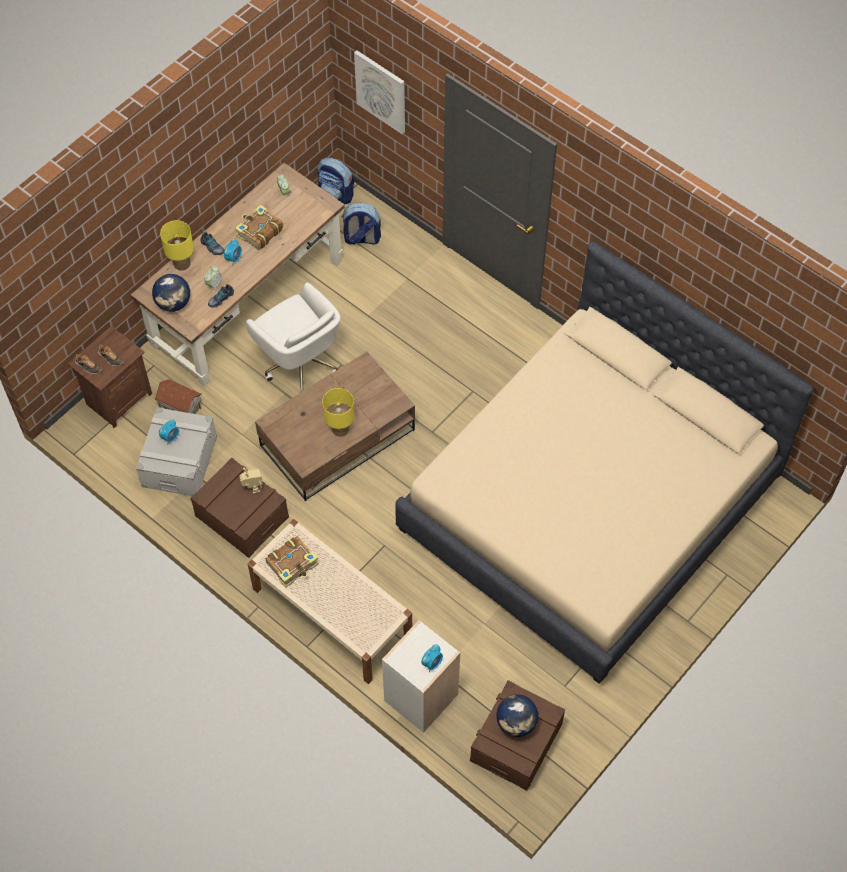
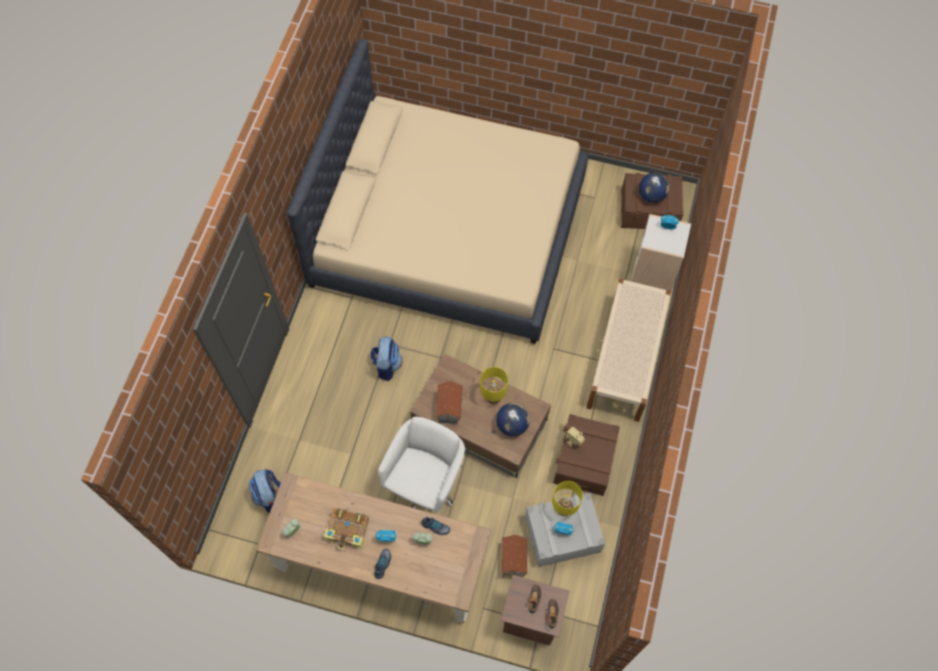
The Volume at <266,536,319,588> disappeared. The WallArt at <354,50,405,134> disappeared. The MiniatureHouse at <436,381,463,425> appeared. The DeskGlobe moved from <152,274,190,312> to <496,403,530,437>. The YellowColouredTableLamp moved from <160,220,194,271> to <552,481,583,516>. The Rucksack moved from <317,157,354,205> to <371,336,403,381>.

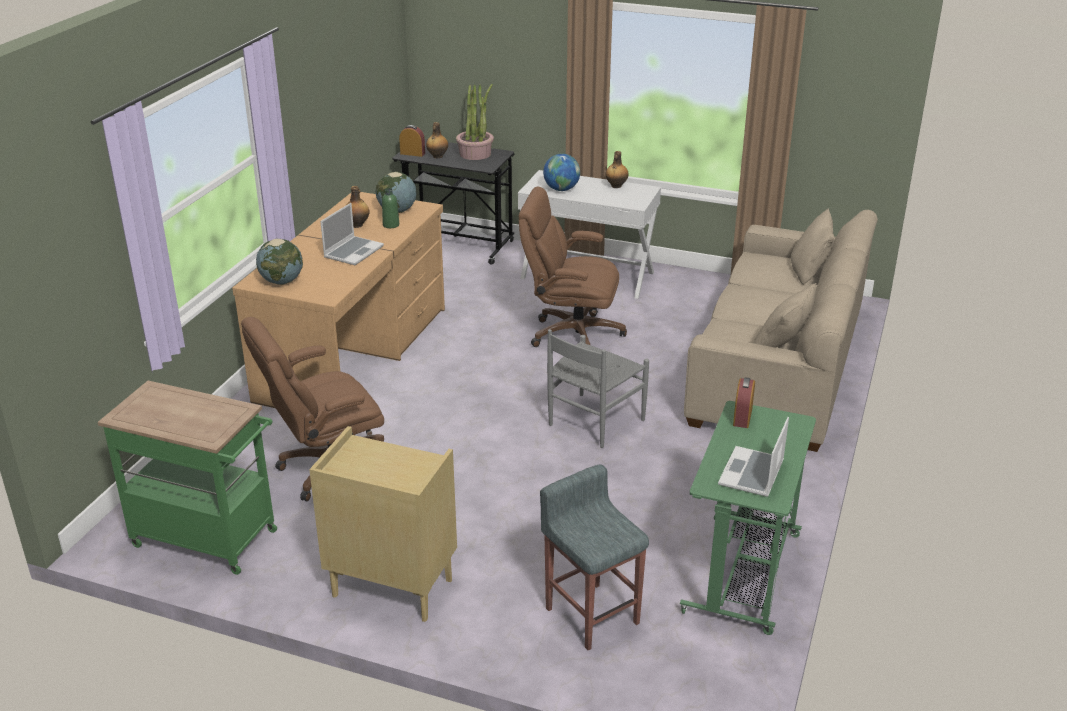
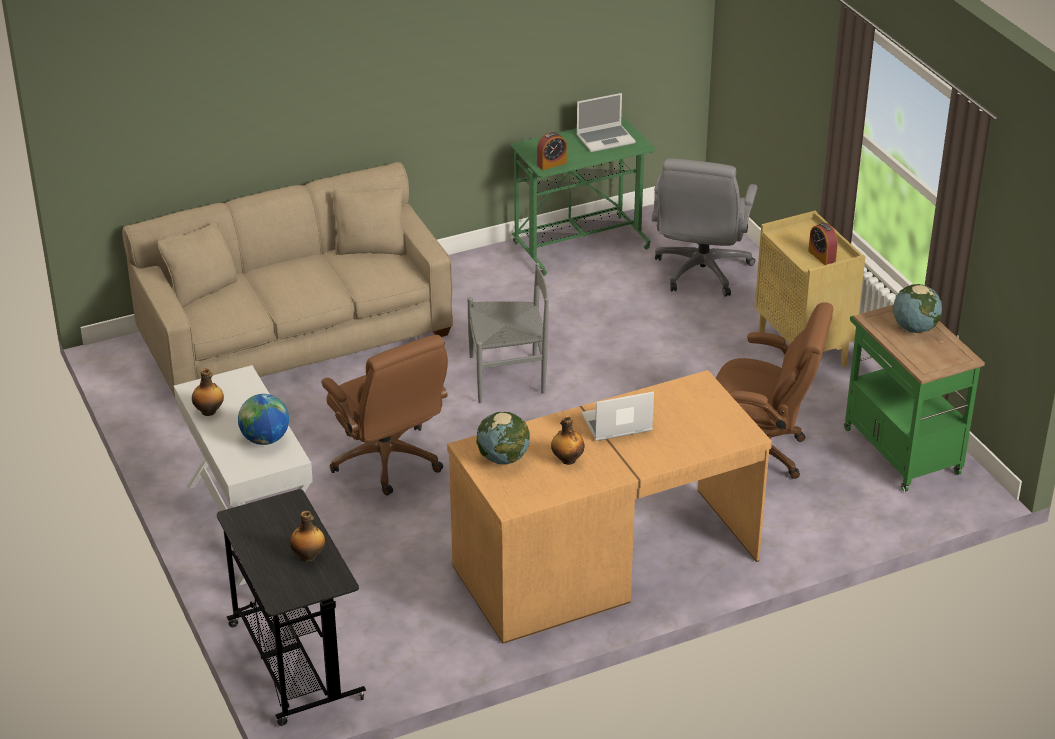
The GreenDrinkBottle at <382,188,399,228> disappeared. The Houseplant at <456,84,494,160> disappeared. The DeskGlobe moved from <256,239,303,285> to <893,284,942,333>. The AlarmClock moved from <399,125,425,157> to <808,222,838,265>. The GrayStoolSeat at <540,465,649,650> was replaced by the GrayOfficeChair at <652,158,758,297>.

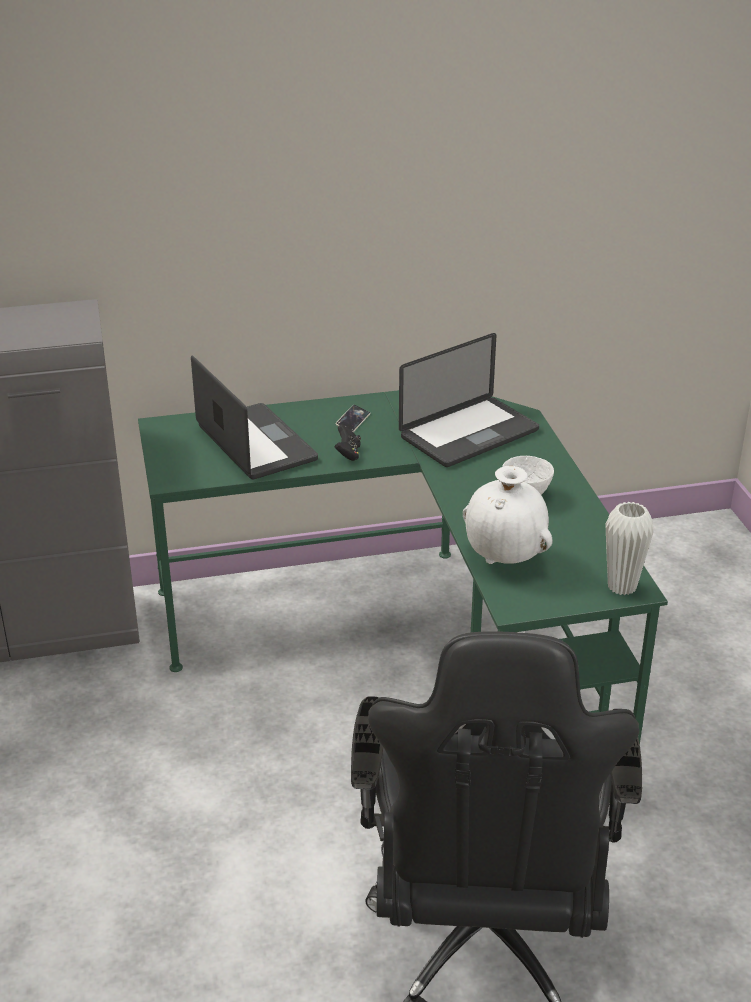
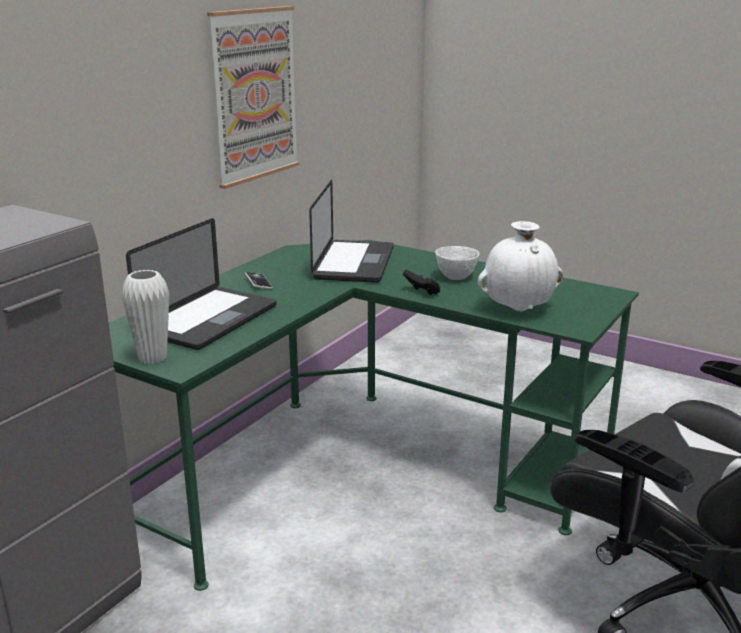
The WallArt at <207,6,299,189> appeared. The BlackJoypad moved from <335,424,361,461> to <403,270,440,295>. The WhiteFlowerVase moved from <605,502,654,595> to <122,270,169,364>. The NotebookComputer at <191,355,318,479> turned 105 degrees clockwise.

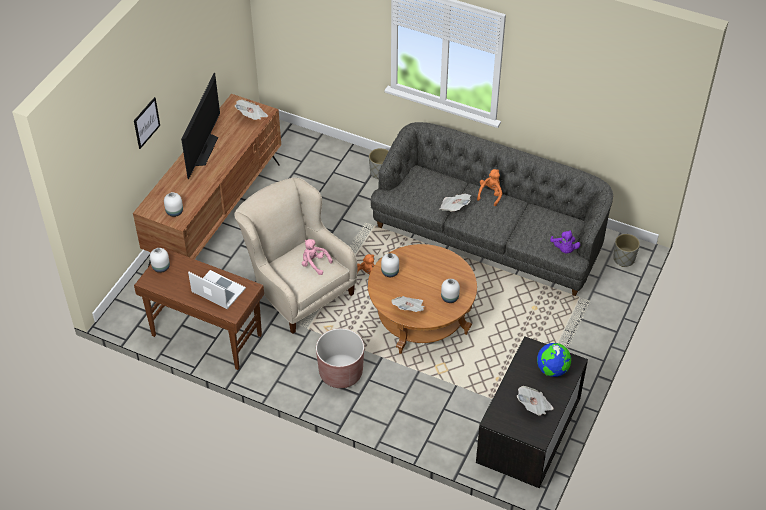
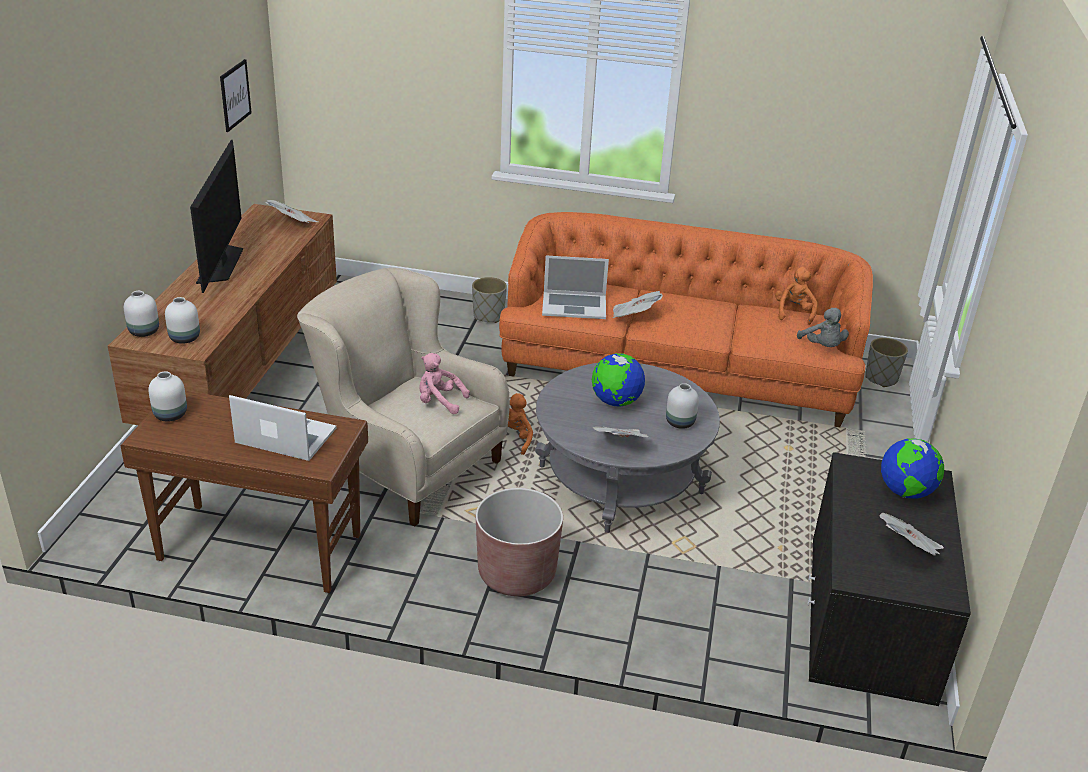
The NotebookComputer at <542,255,609,319> appeared. The DeskGlobe at <592,353,645,406> appeared. The WallArt moved from <134,97,160,149> to <220,59,252,132>. The WhiteFlowerVase moved from <381,253,399,277> to <124,291,159,337>. The OrangeColouredPlushToy moved from <477,169,502,206> to <775,267,818,325>. The BrownLoungeTable at <368,244,477,354> became the GrayLoungeTable at <535,363,720,533>. The GrayCouch at <371,122,613,296> became the OrangeColouredCouch at <499,212,873,427>. The PurpleColouredPlushToy at <550,230,580,253> became the GrayPlushToy at <797,308,849,347>.

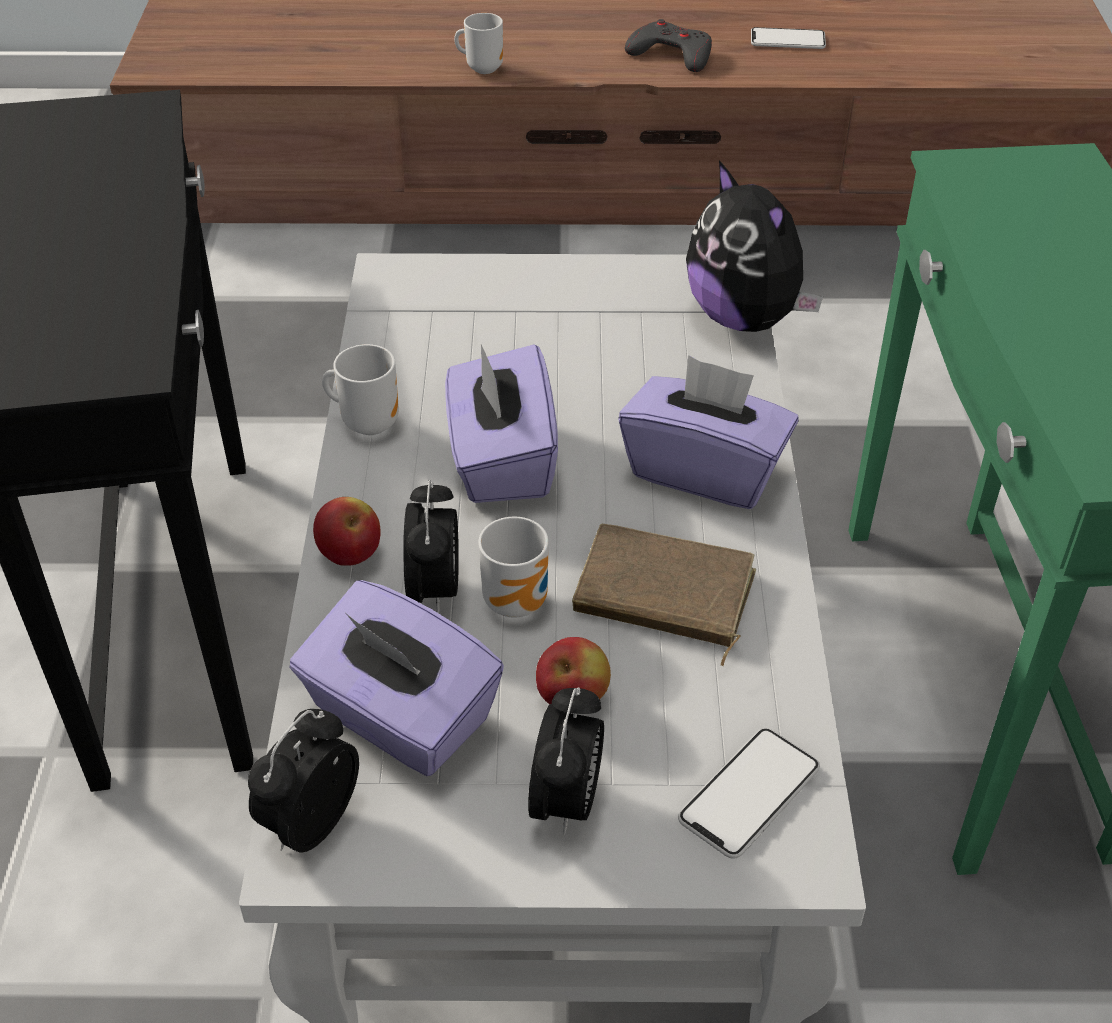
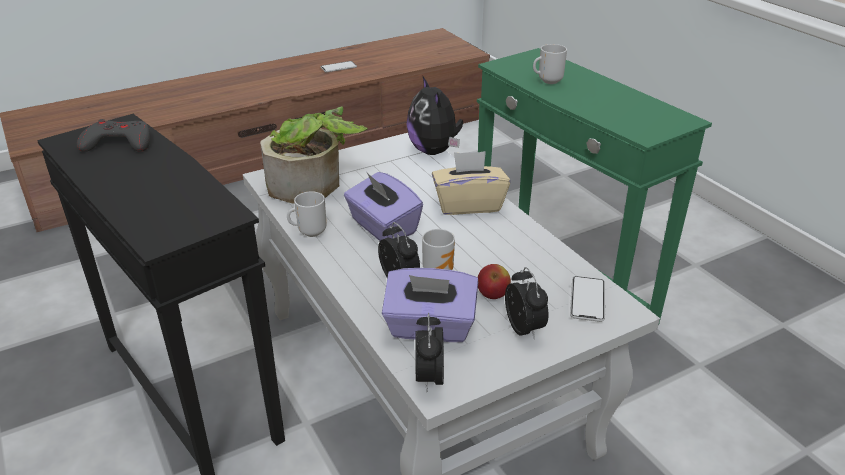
The Apple at <313,497,381,566> disappeared. The BrownVolume at <572,524,756,666> disappeared. The Houseplant at <260,106,368,204> appeared. The CoffeeMug moved from <454,13,503,74> to <533,44,567,84>. The GrayJoypad moved from <625,19,712,72> to <77,119,150,152>. The PurpleColouredTissueHolder at <618,355,799,509> became the BeigeTissueHolder at <432,151,510,215>. The PlushToy at <686,160,823,332> turned 45 degrees clockwise.

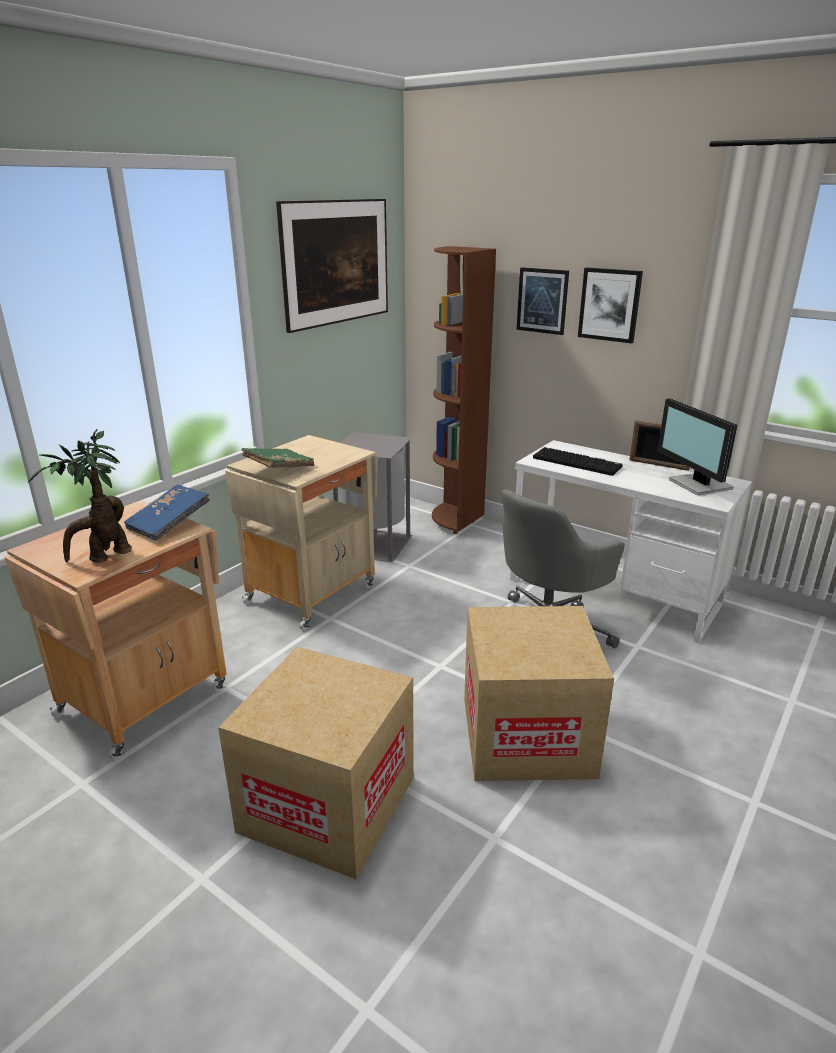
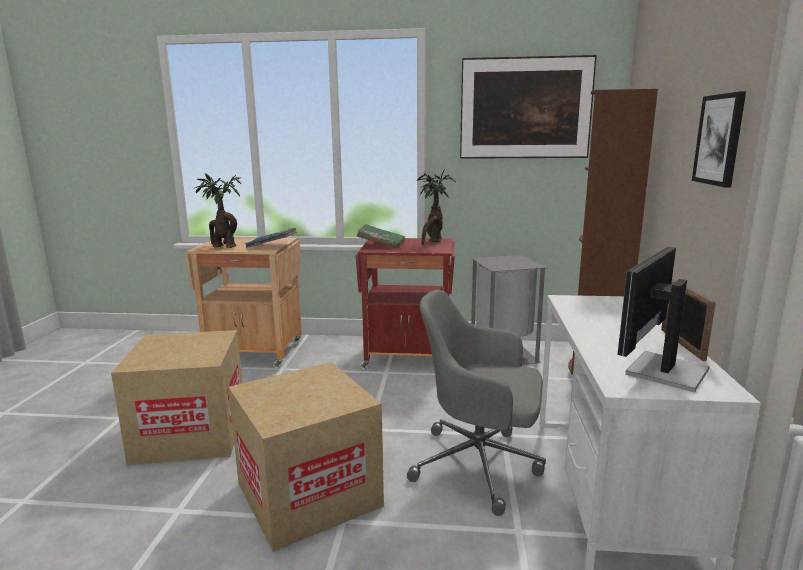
The WallArt at <517,267,569,335> disappeared. The PcKeyboard at <533,447,623,476> disappeared. The Houseplant at <417,169,456,245> appeared. The BeigeWheeledCart at <225,435,378,630> became the RedColouredWheeledCart at <355,238,455,370>.

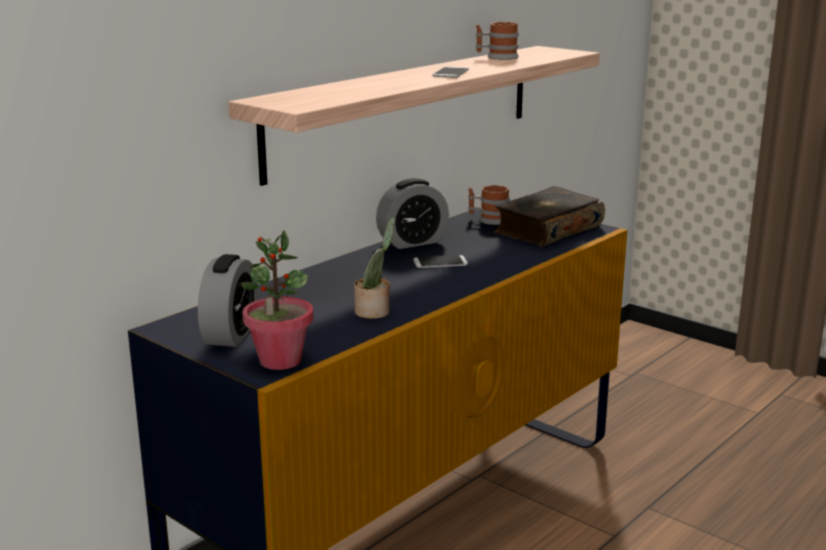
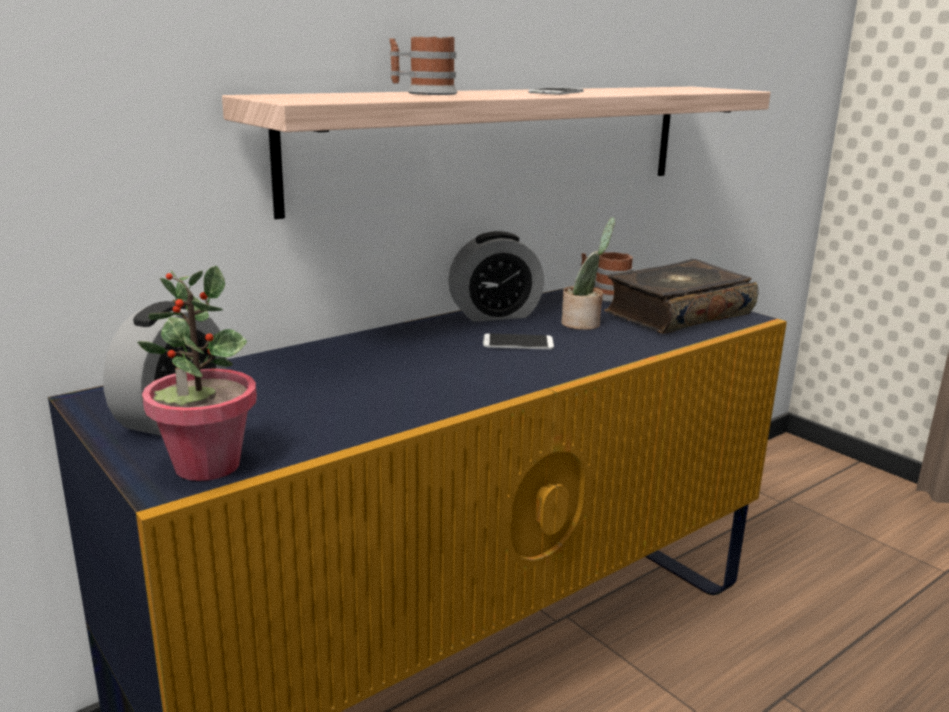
The Houseplant moved from <354,217,395,319> to <561,217,615,330>. The CoffeeMug moved from <476,22,519,60> to <390,37,457,95>.

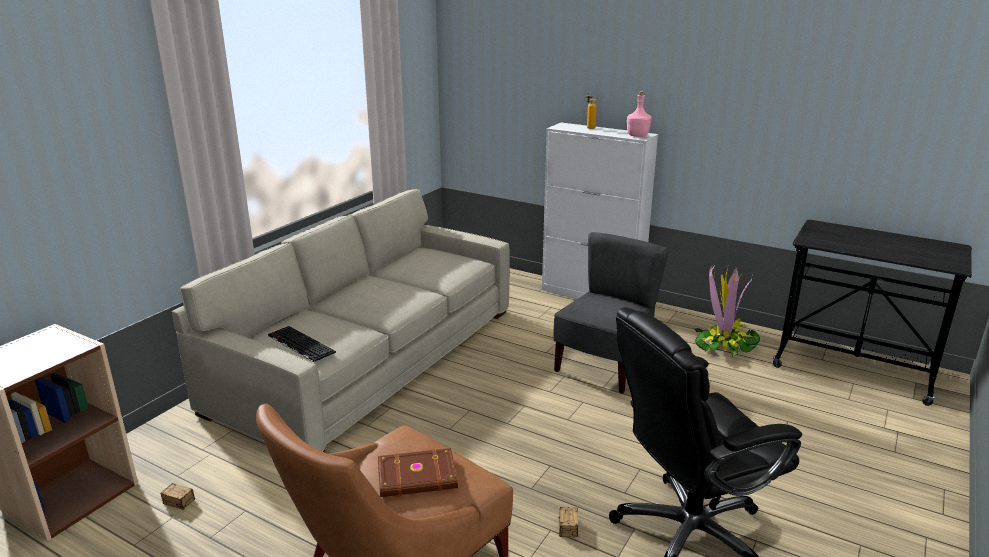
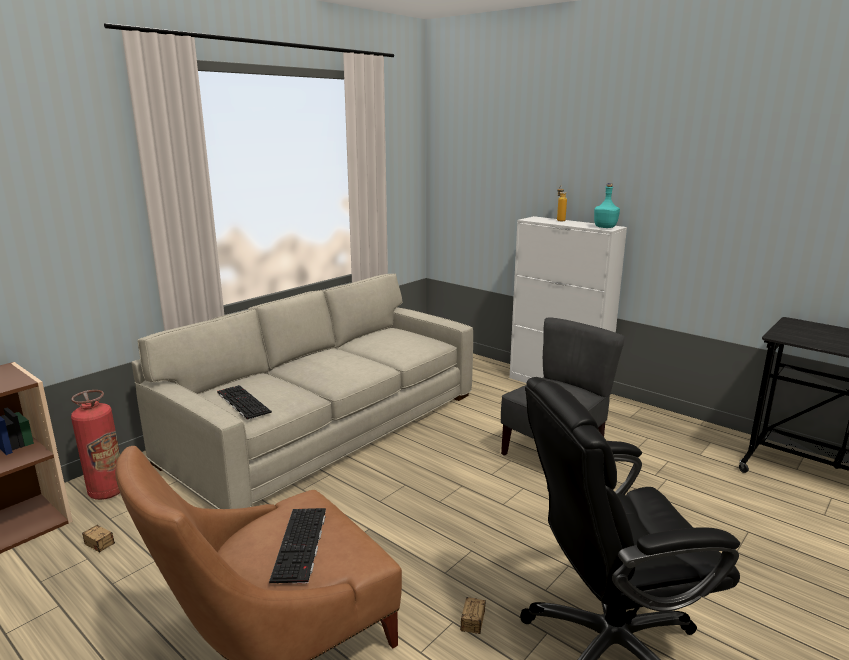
The Houseplant at <695,263,760,357> disappeared. The FireExtinguisher at <71,390,120,500> appeared. The BrownVolume at <378,448,458,497> was replaced by the PcKeyboard at <269,508,326,583>. The PinkishDrinkBottle at <627,91,652,137> became the BlueGreenDrinkBottle at <594,183,620,228>.

